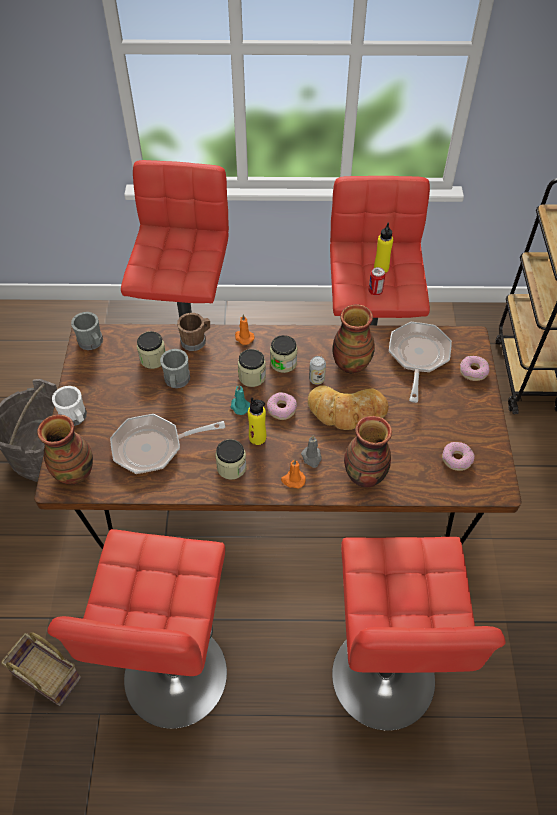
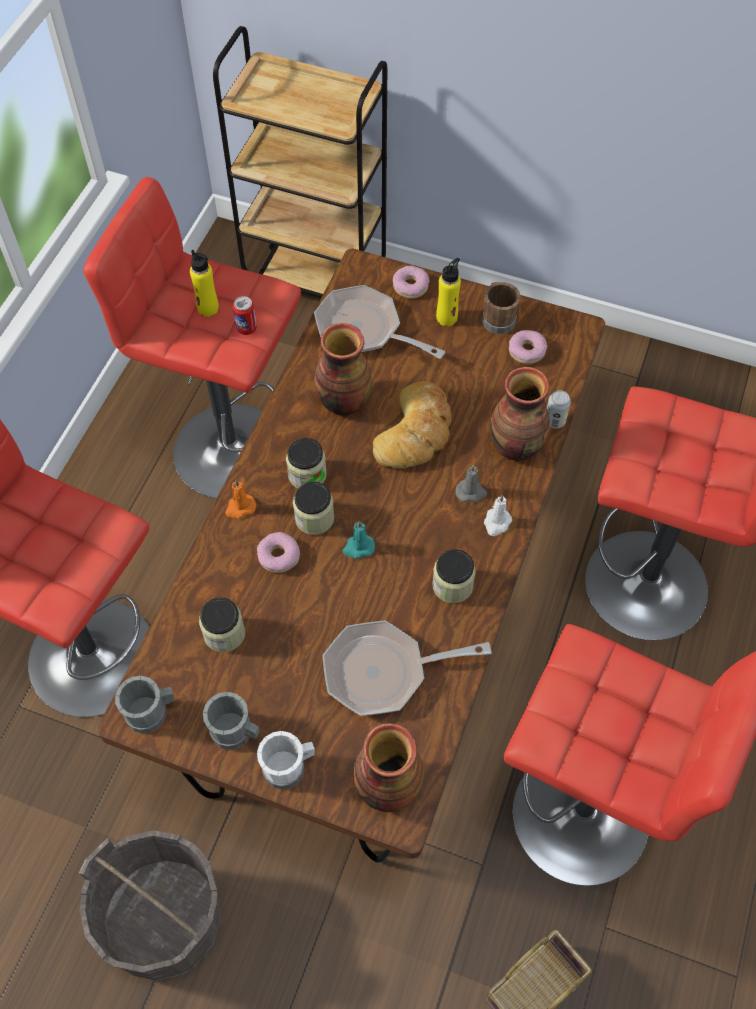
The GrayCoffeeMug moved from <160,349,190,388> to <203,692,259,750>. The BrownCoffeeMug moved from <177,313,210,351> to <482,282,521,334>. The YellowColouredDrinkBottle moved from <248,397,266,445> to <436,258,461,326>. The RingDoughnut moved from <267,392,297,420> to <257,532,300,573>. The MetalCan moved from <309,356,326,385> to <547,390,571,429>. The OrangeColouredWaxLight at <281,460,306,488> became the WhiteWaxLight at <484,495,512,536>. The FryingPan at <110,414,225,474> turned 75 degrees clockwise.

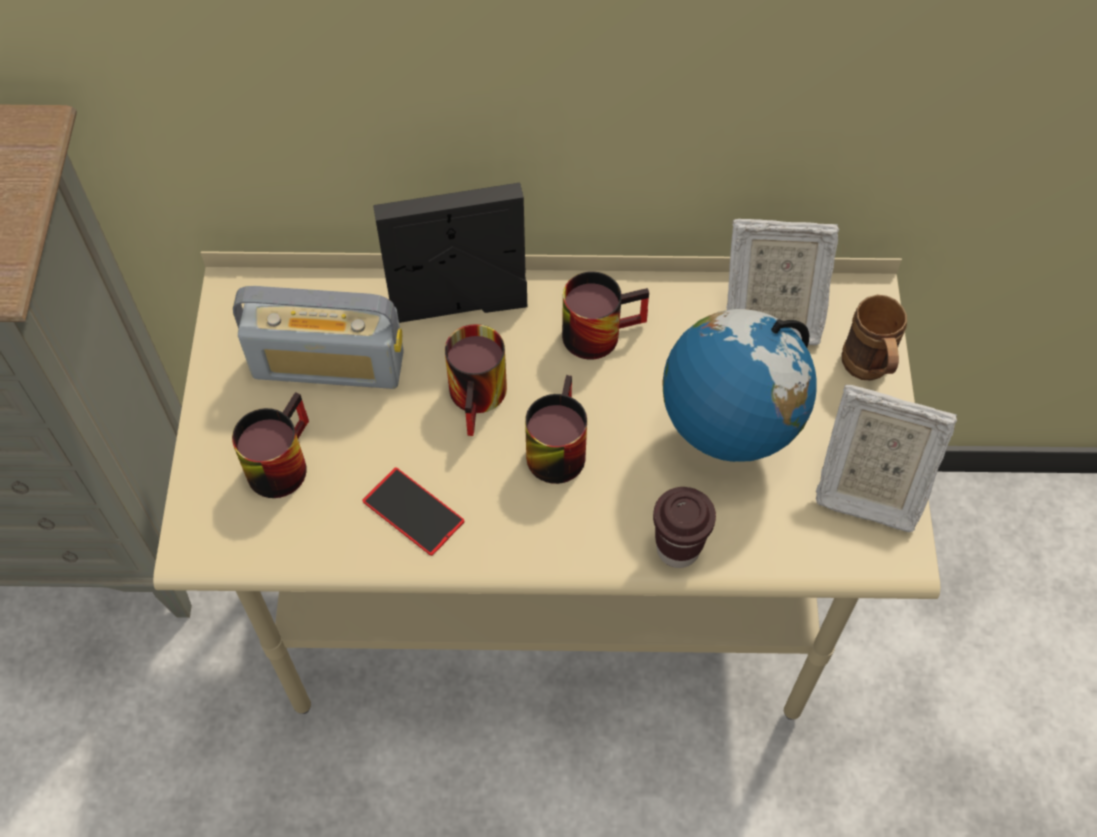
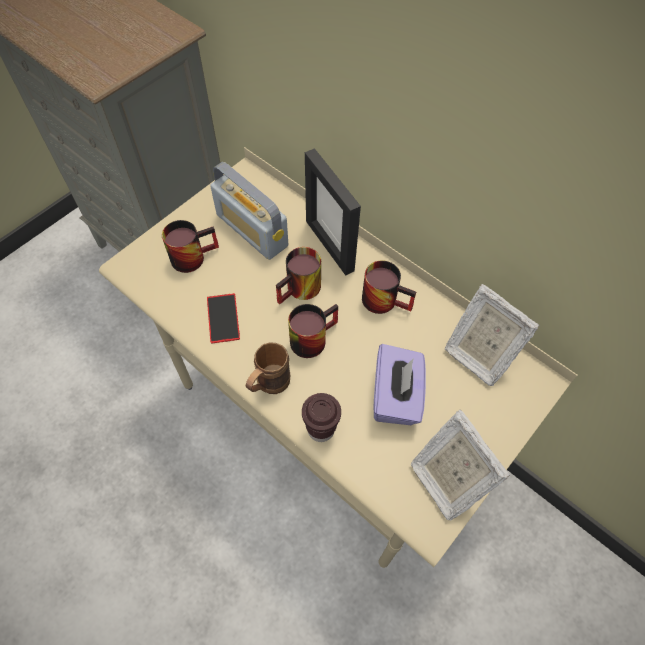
The BrownCoffeeMug moved from <842,295,907,381> to <246,343,290,394>. The DeskGlobe at <662,309,817,462> was replaced by the PurpleColouredTissueHolder at <374,344,426,425>. The PhotoFrame at <373,183,527,323> turned 150 degrees counterclockwise.

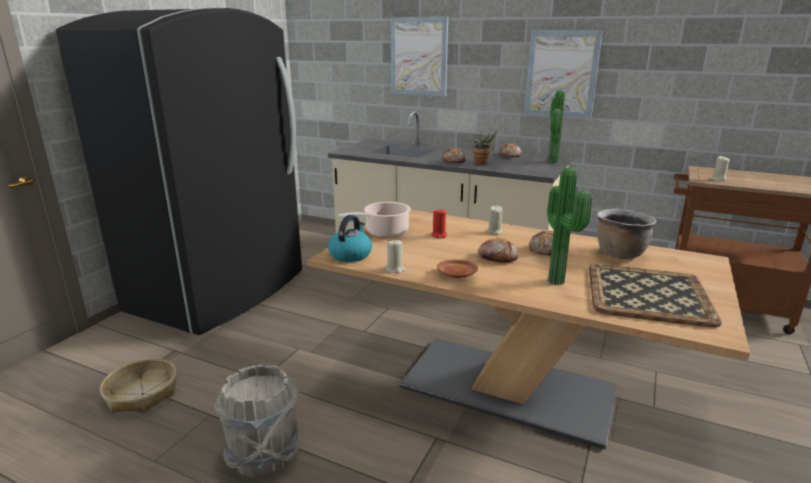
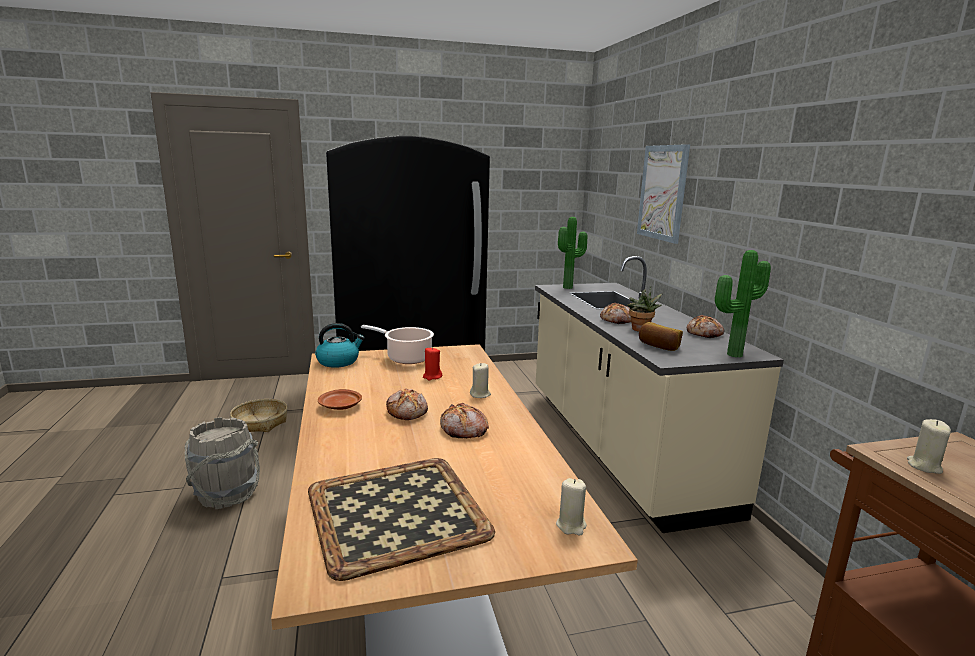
The WallArt at <525,31,603,118> disappeared. The BrownSaucepot at <596,209,656,259> disappeared. The BakeryBread at <639,322,683,351> appeared. The BeigeWaxLight moved from <385,240,406,274> to <556,478,587,536>. The Houseplant moved from <547,168,592,285> to <558,217,587,289>.

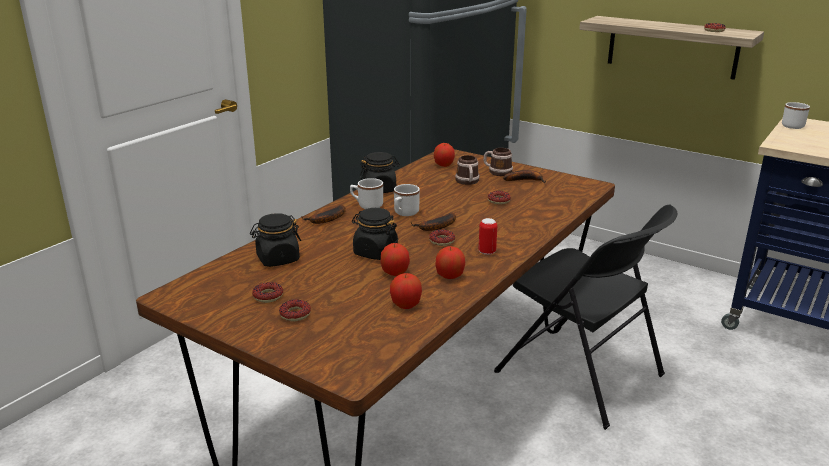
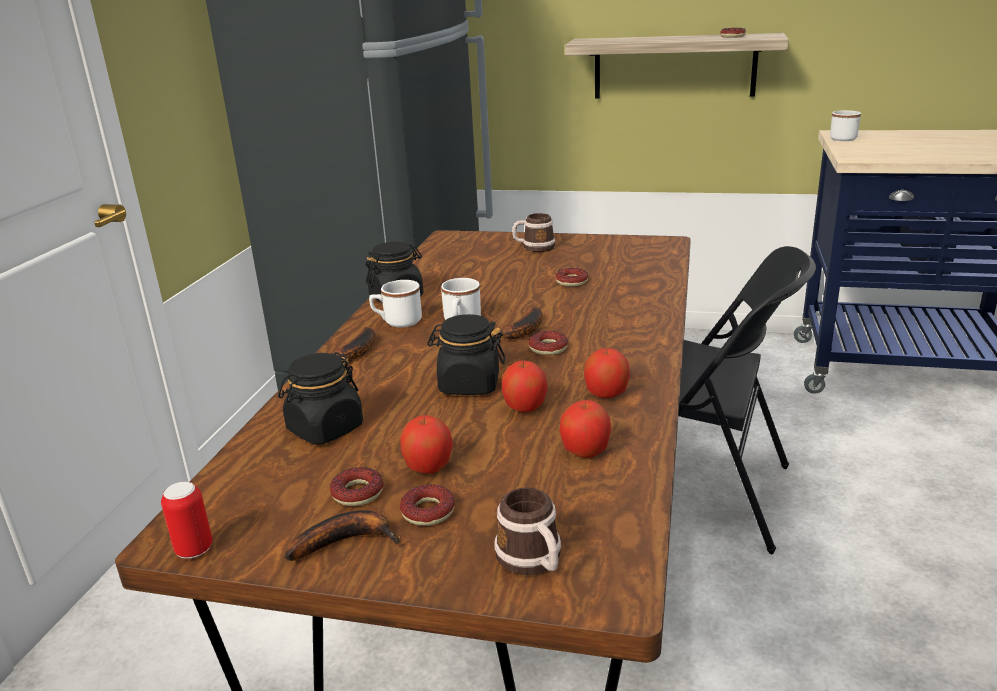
The Apple moved from <434,142,455,167> to <400,415,453,474>. The CoffeeMug moved from <455,155,480,185> to <494,487,561,575>. The MetalCan moved from <479,218,497,255> to <161,482,212,559>. The Banana moved from <503,170,546,183> to <285,510,400,561>.

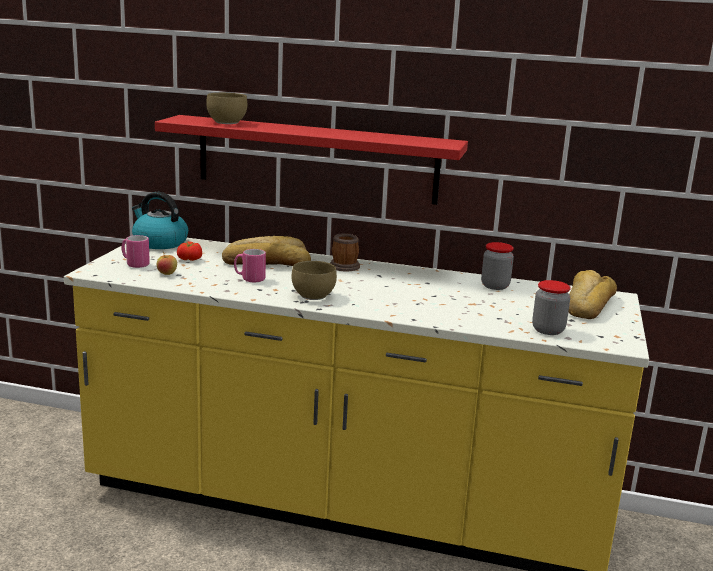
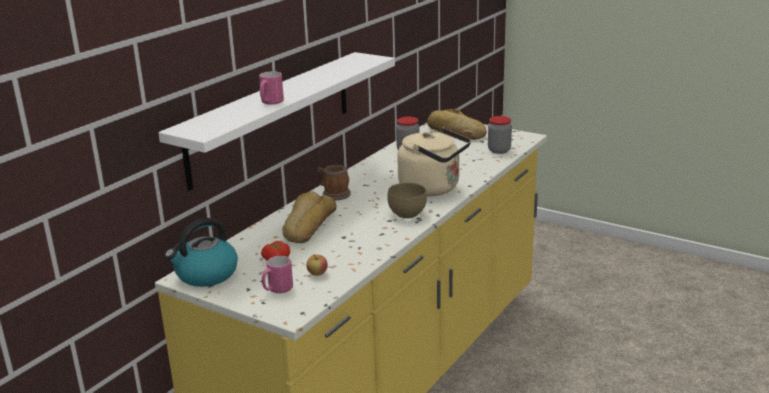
The BrownServingBowl at <206,93,247,124> disappeared. The BeigeTeaKettle at <397,127,471,196> appeared. The PinkishCoffeeMug moved from <234,249,266,282> to <259,71,284,105>. The RedColouredWallShelf at <155,115,468,205> became the WhiteWallShelf at <158,52,395,191>.

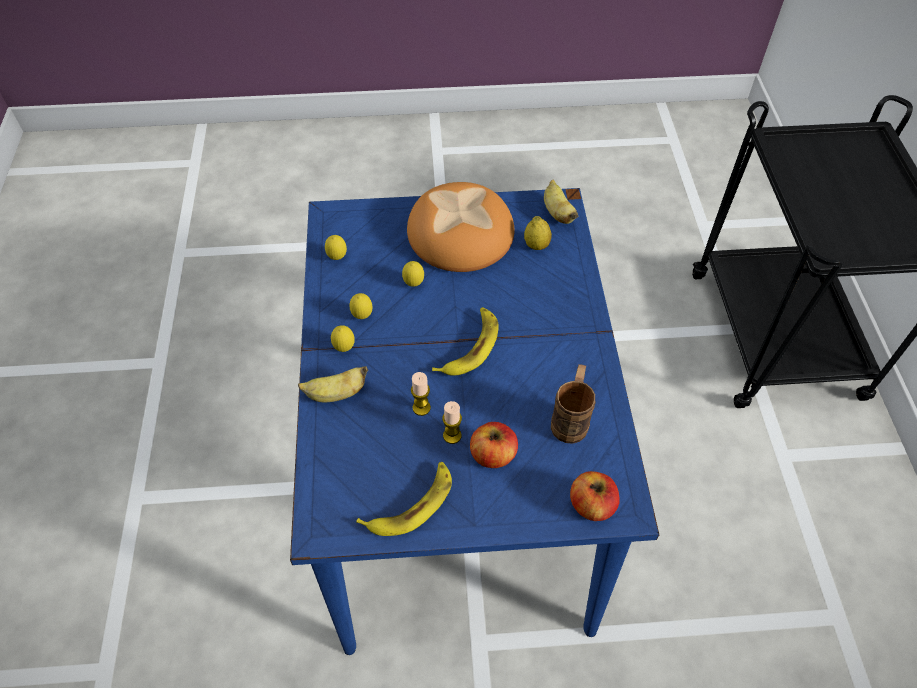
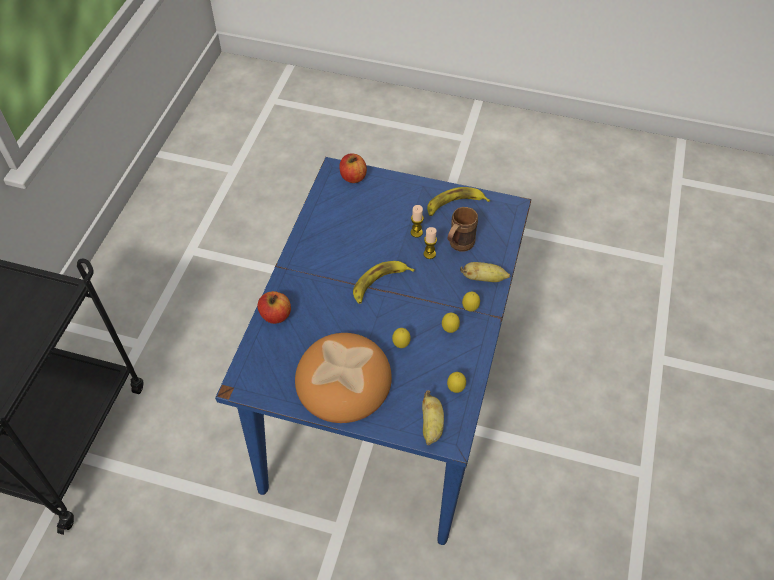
The CitrusFruit at <524,216,552,250> disappeared. The Apple moved from <470,422,518,468> to <257,291,291,324>. The Banana moved from <544,180,579,224> to <422,390,444,445>. The BrownCoffeeMug moved from <551,364,595,444> to <448,207,478,252>.

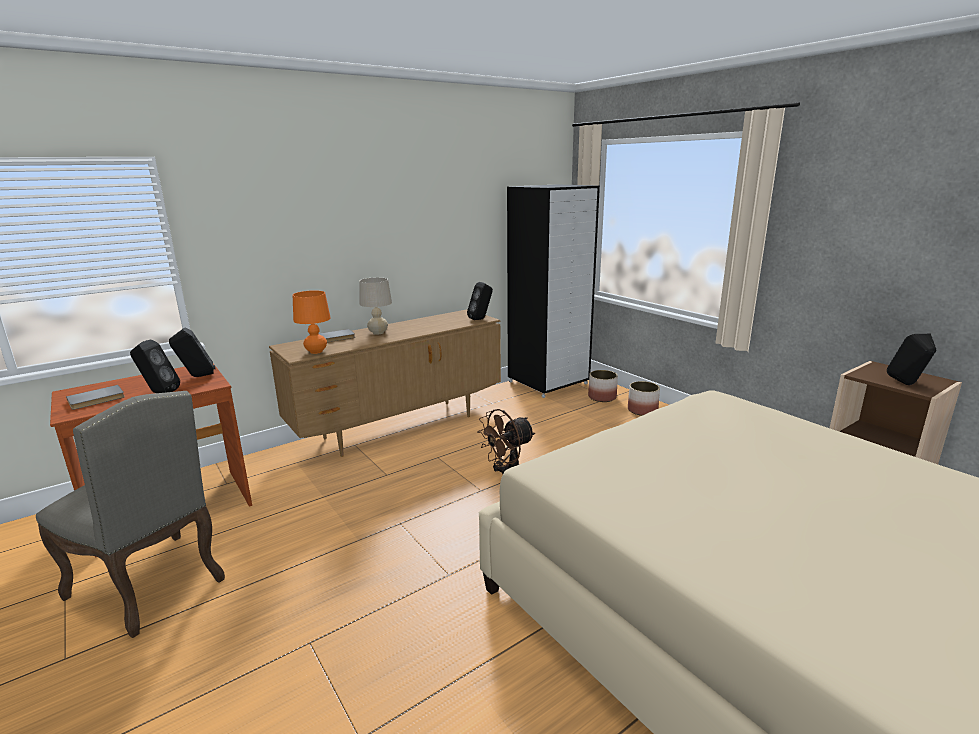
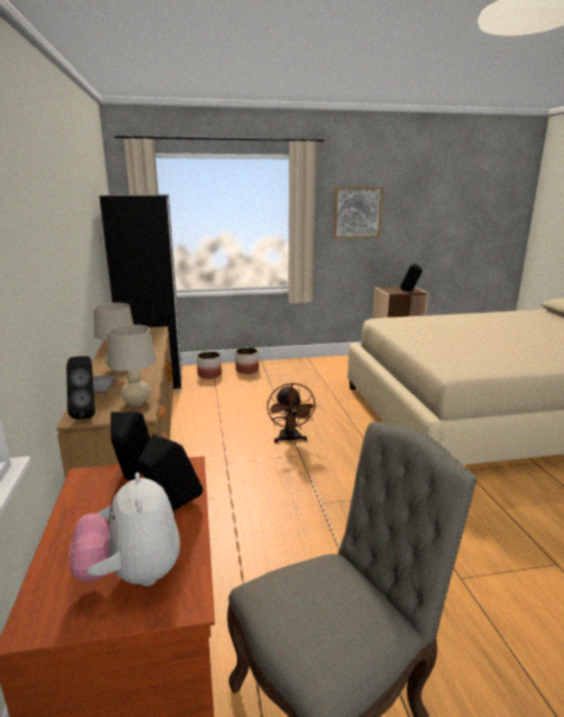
The WallArt at <334,187,383,238> appeared. The BlackLoudspeaker moved from <467,282,493,320> to <66,356,95,419>. The GrayVolume at <66,385,125,410> was replaced by the PlushToy at <69,473,180,586>. The OrangeColouredTableLamp at <293,290,331,354> became the BeigeTableLamp at <107,325,156,406>.

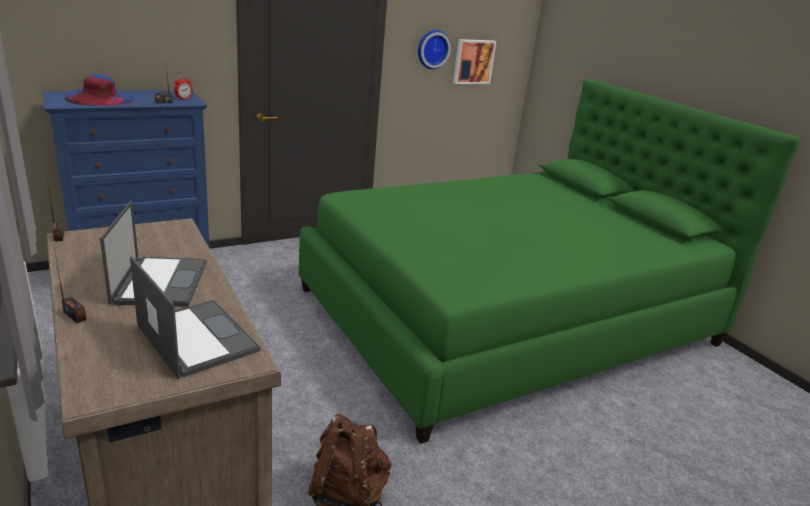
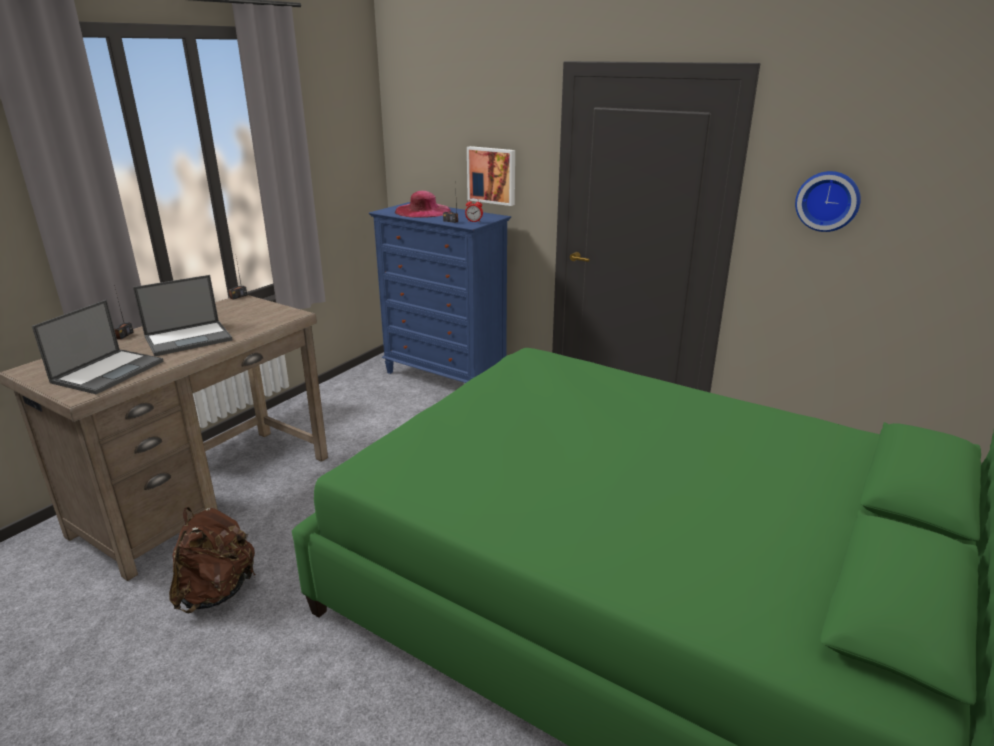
The WallArt moved from <453,39,496,84> to <467,146,515,206>. The BluishHat at <65,74,134,106> became the PinkishHat at <395,191,451,218>.

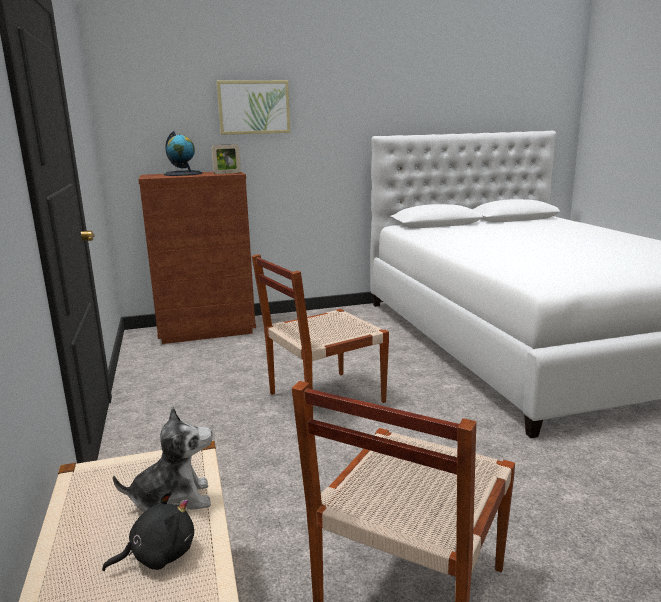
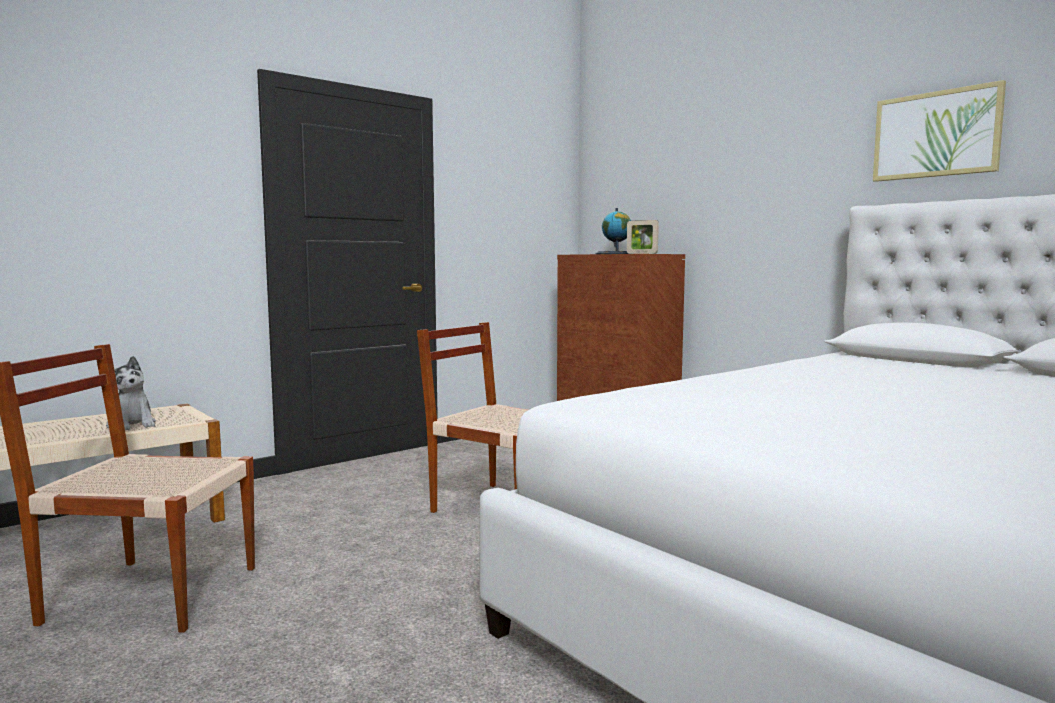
The BlackPlushToy at <102,490,194,571> disappeared. The WallArt moved from <216,80,290,135> to <873,80,1006,182>.

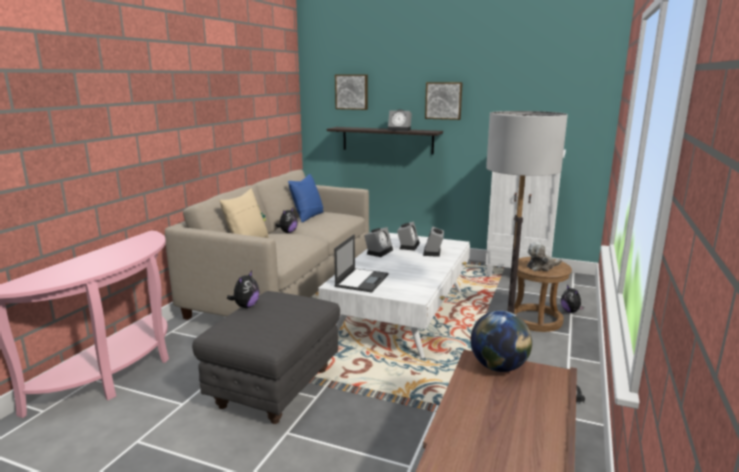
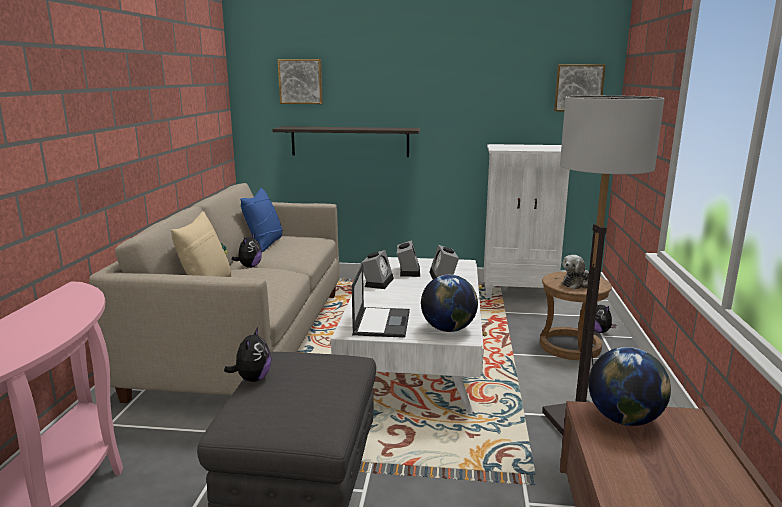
The AlarmClock at <388,110,412,131> disappeared. The DeskGlobe at <421,275,478,332> appeared. The WallArt moved from <425,82,463,120> to <554,65,605,111>.

